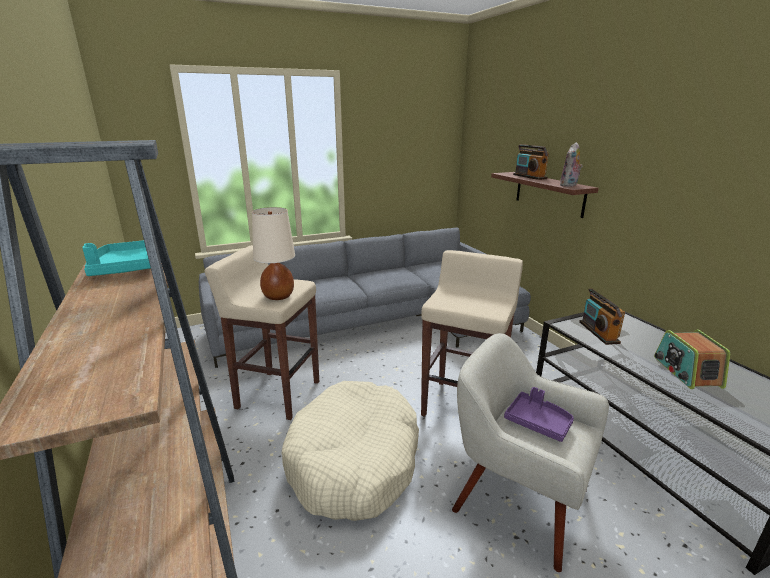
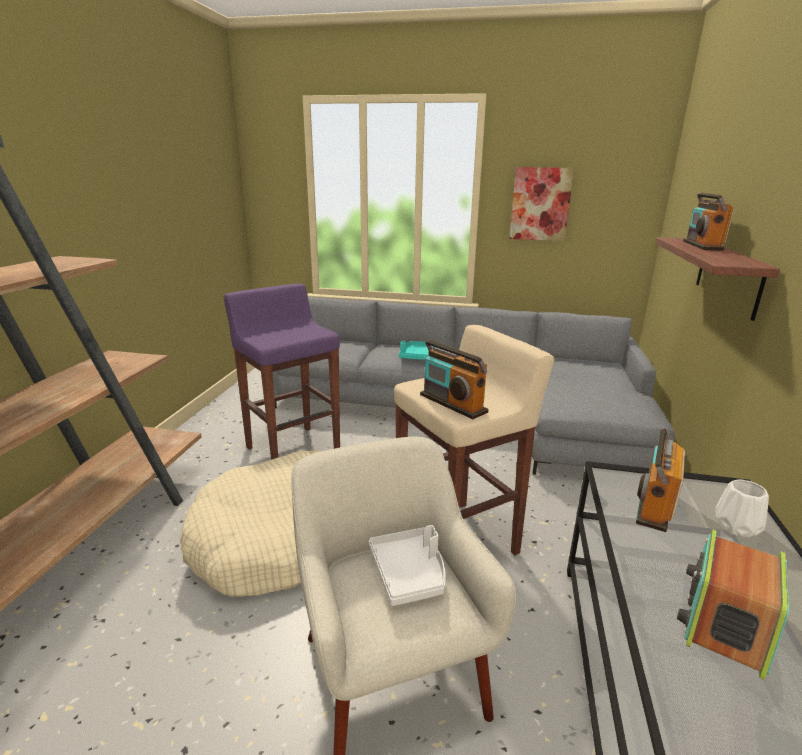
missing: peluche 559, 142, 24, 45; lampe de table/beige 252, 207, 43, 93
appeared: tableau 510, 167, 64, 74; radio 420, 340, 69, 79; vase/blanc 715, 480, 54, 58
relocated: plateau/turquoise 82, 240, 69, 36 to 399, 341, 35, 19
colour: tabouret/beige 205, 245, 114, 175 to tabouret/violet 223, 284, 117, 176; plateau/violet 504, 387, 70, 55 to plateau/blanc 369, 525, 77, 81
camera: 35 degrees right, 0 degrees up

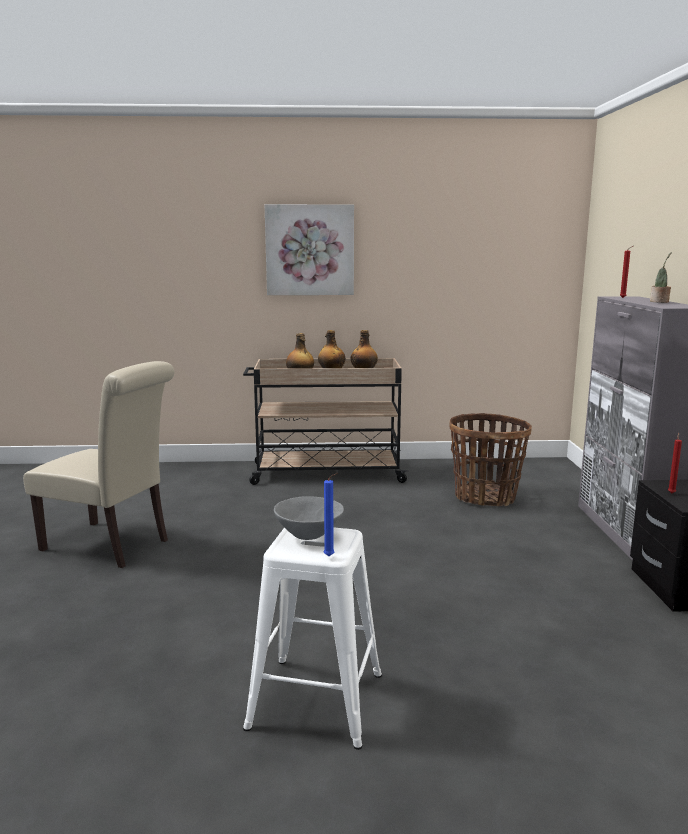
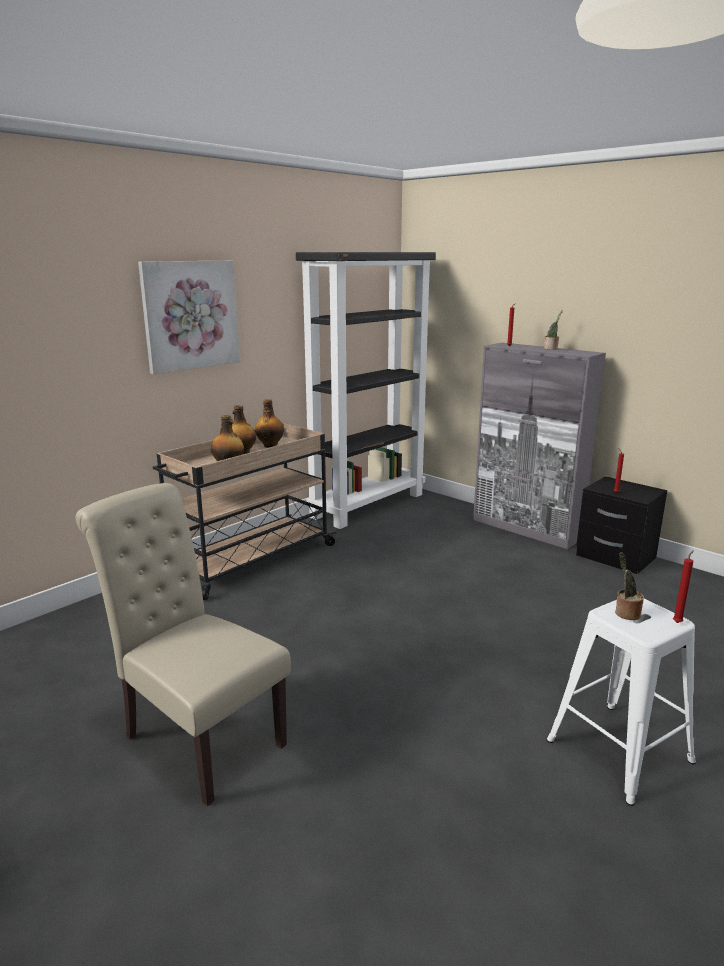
missing: panier 449, 413, 83, 93
appeared: bibliothèque/noir 296, 252, 140, 277
exchanged: bol/gris 274, 496, 70, 44 to plante en pot 615, 552, 29, 68
colour: bougie/bleu 324, 473, 14, 83 to bougie/rouge 673, 550, 21, 73
spun: chaise/beige 23, 361, 152, 207 = 76, 483, 215, 323 120 degrees counterclockwise
camera: 45 degrees left, 5 degrees up

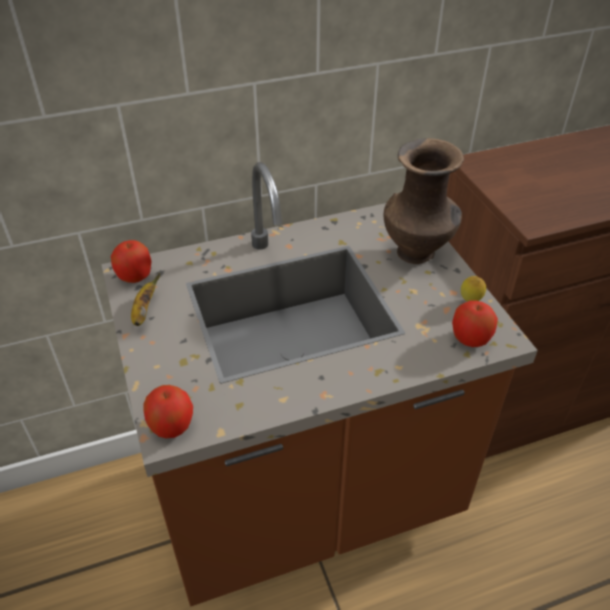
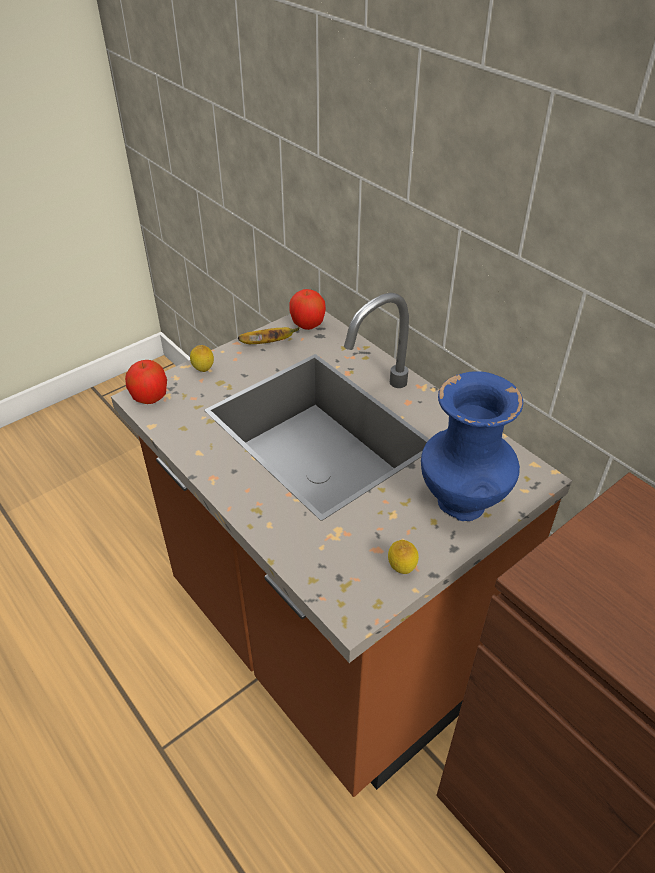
missing: pomme 452, 301, 46, 46
appeared: citron 190, 345, 24, 27
colour: vase/marron 383, 138, 81, 126 to vase/bleu 421, 371, 102, 150
camera: 70 degrees right, 0 degrees up

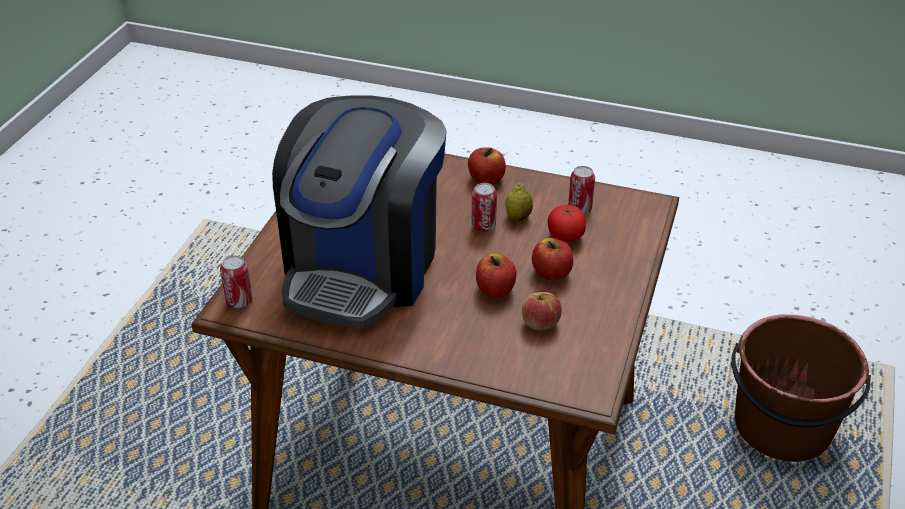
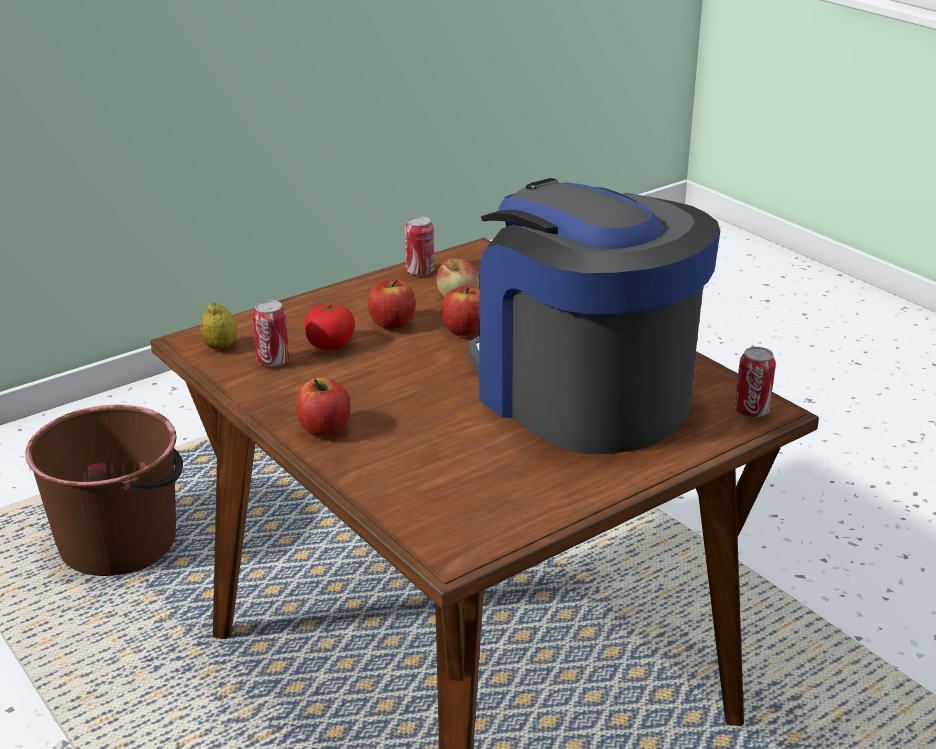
relocated: boîte métallique 472, 183, 25, 49 to 405, 216, 29, 60; citron 505, 183, 28, 38 to 200, 303, 37, 47
spun: machine à café 272, 95, 175, 233 = 468, 178, 252, 276 90 degrees counterclockwise
camera: 145 degrees left, 10 degrees down

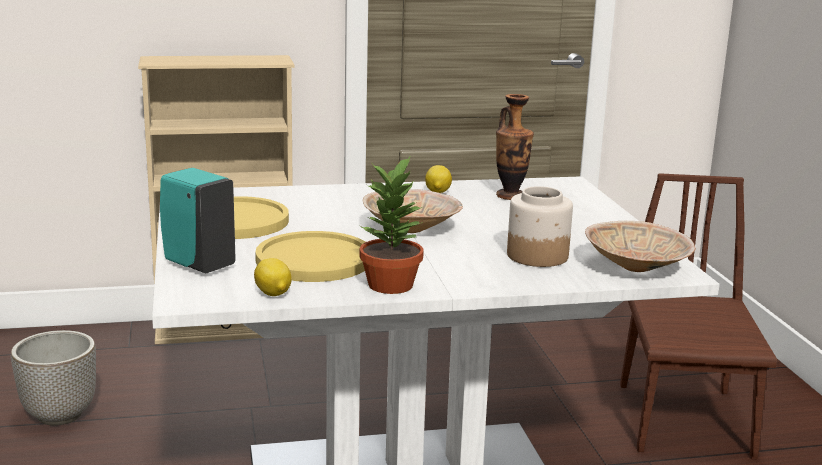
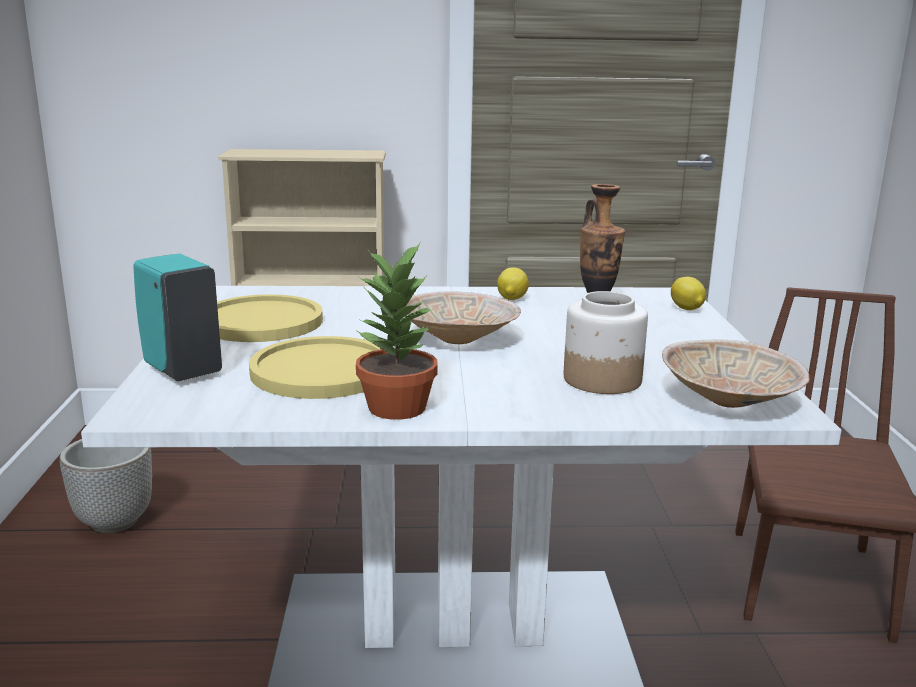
relocated: citron 254, 258, 38, 38 to 671, 277, 35, 33
camera: 10 degrees right, 0 degrees up

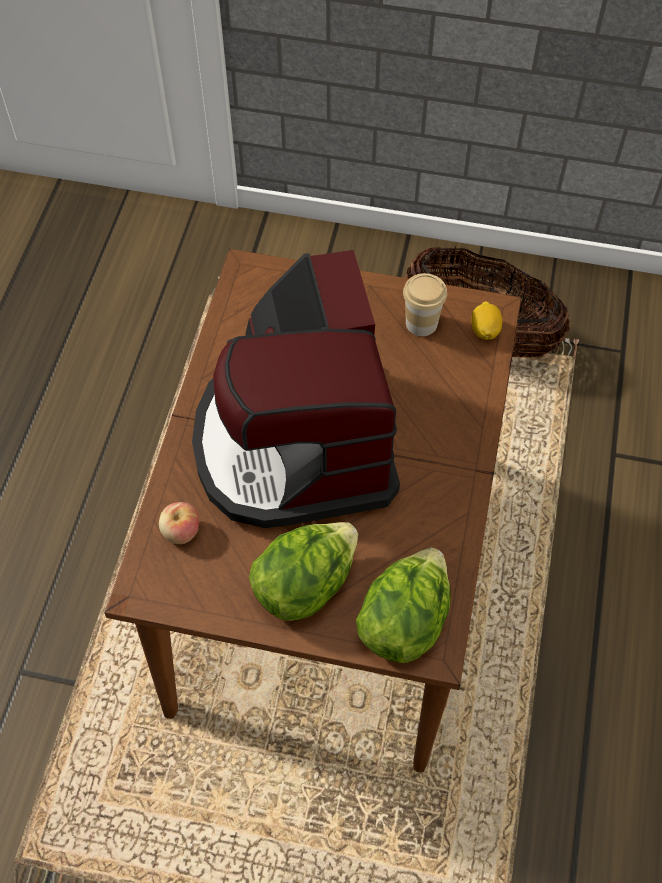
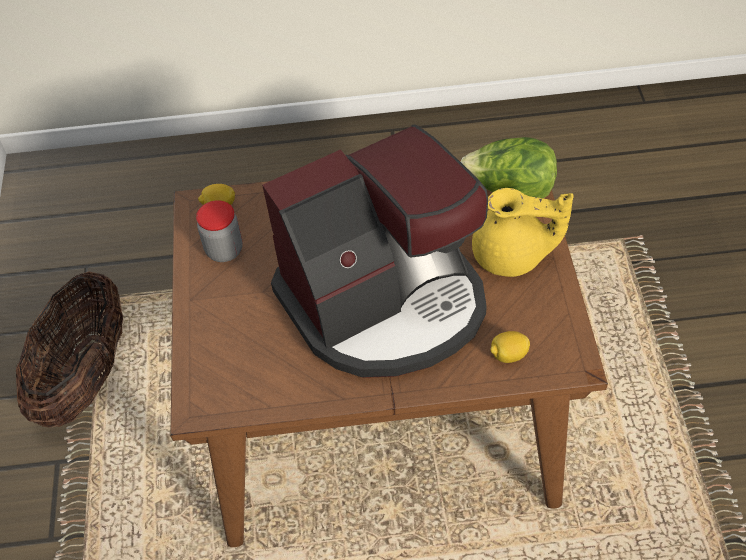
exchanged: tasse 403, 273, 44, 63 to bocal 196, 200, 47, 62; pomme 159, 502, 40, 42 to citron 490, 331, 40, 32; laitue 249, 522, 109, 99 to théière/jaune 472, 188, 101, 89
camera: 105 degrees left, 5 degrees down

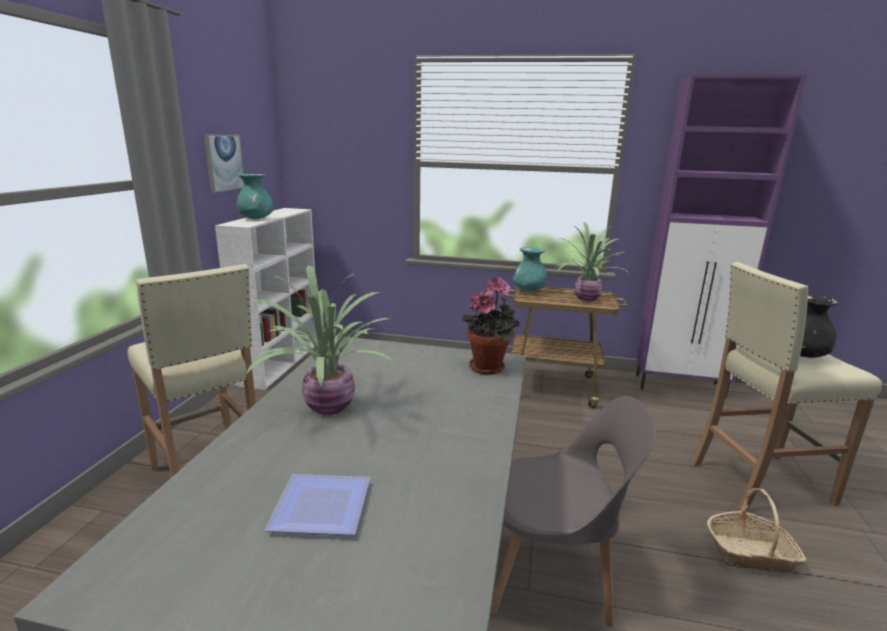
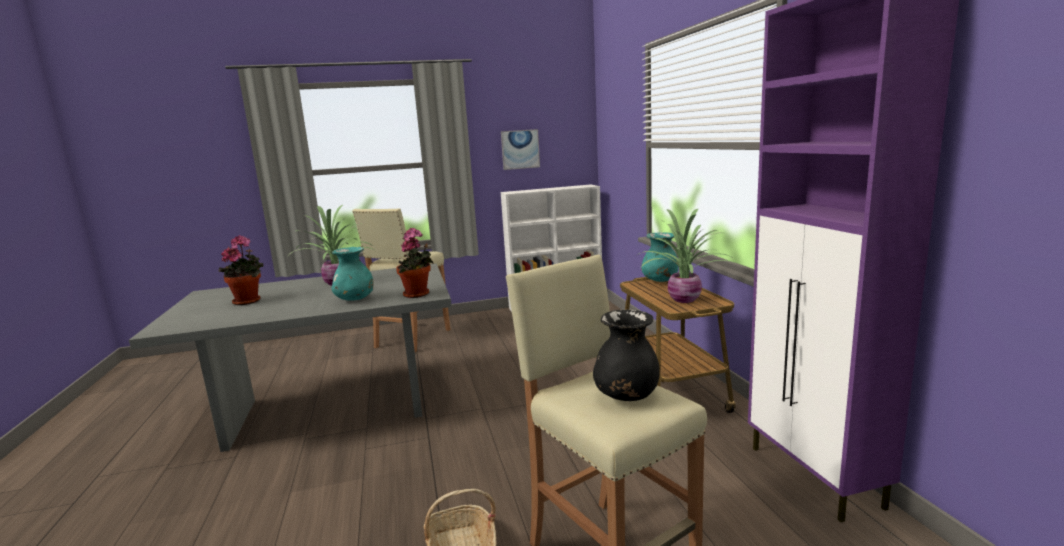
missing: chaise/gris 490, 396, 166, 231
relocated: vase/turquoise 236, 174, 38, 45 to 331, 247, 43, 54
exchanged: assiette 265, 474, 105, 61 to plante en pot 218, 235, 45, 70
camera: 65 degrees right, 5 degrees down

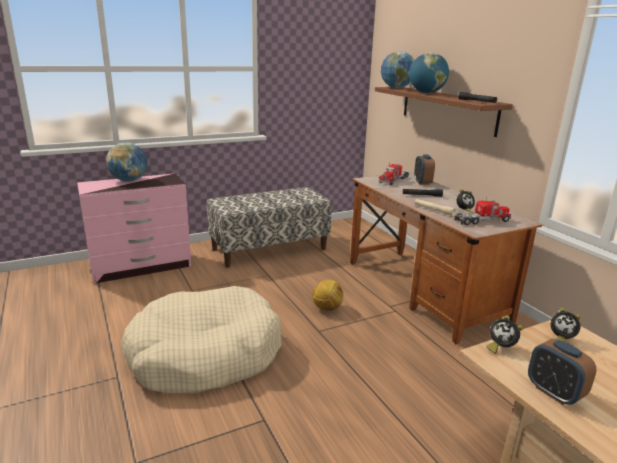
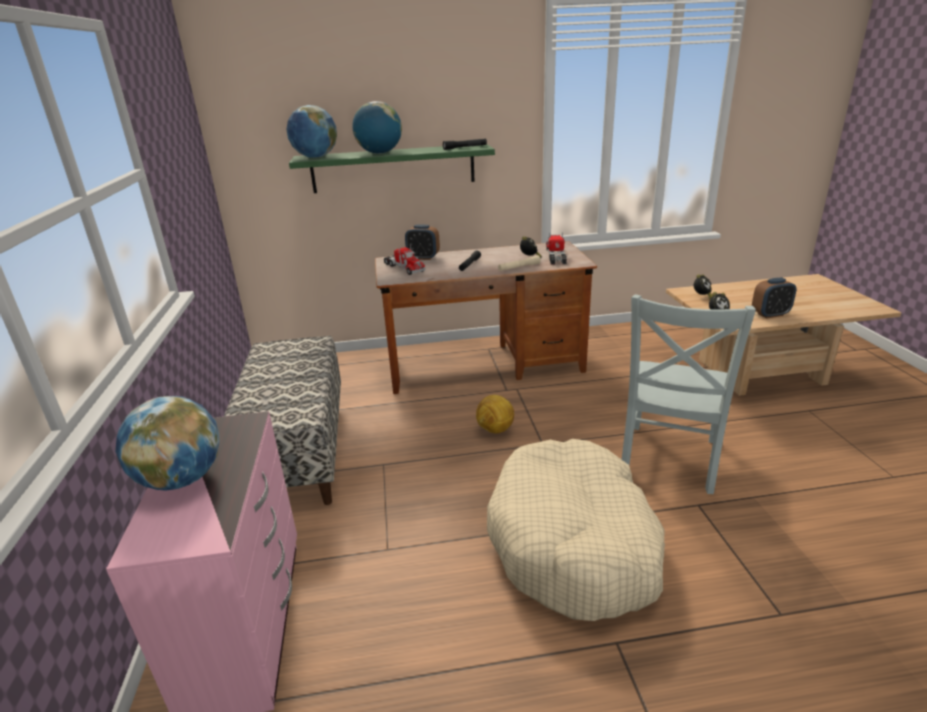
appeared: chaise/gris 622, 294, 134, 200
colour: étagère/marron 375, 87, 138, 50 to étagère/vert 289, 144, 206, 49
camera: 70 degrees left, 5 degrees up

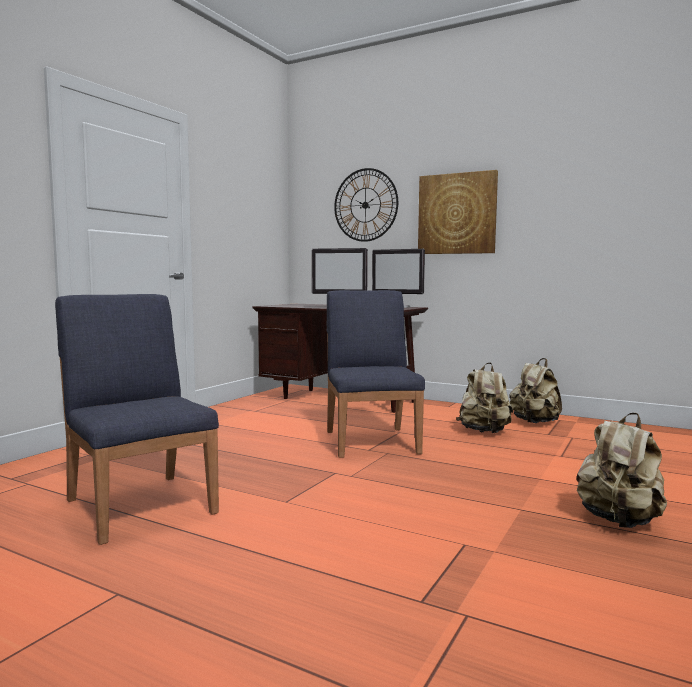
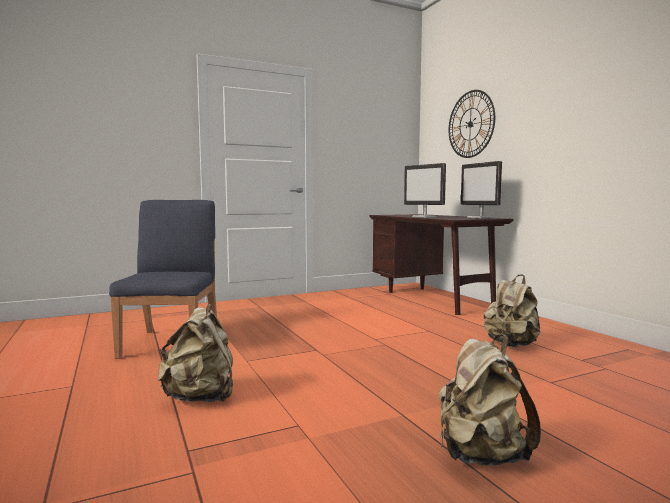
missing: tableau 418, 170, 80, 84; chaise/bleu 327, 290, 98, 168
relocated: sac à dos/beige 510, 358, 52, 65 to 158, 304, 75, 98
camera: 35 degrees right, 0 degrees up

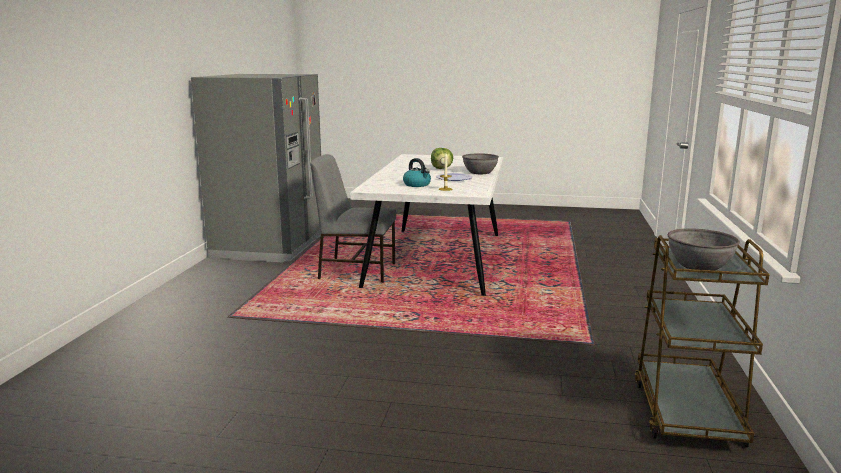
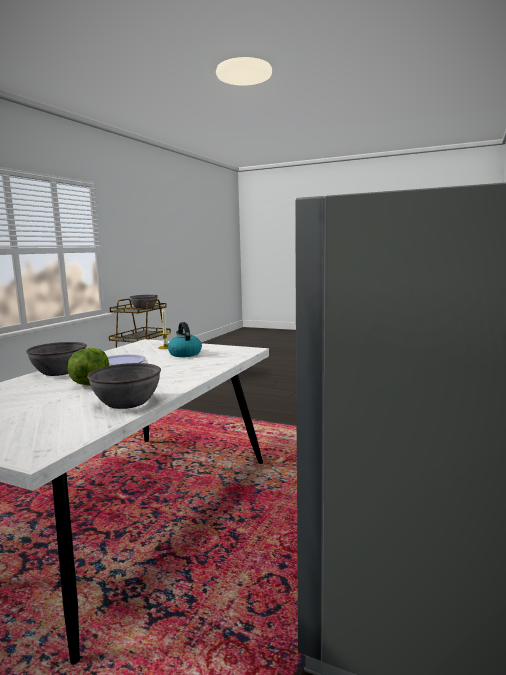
missing: chaise/gris 310, 154, 86, 129
appeared: bol/gris 87, 363, 74, 46
camera: 165 degrees left, 5 degrees down

